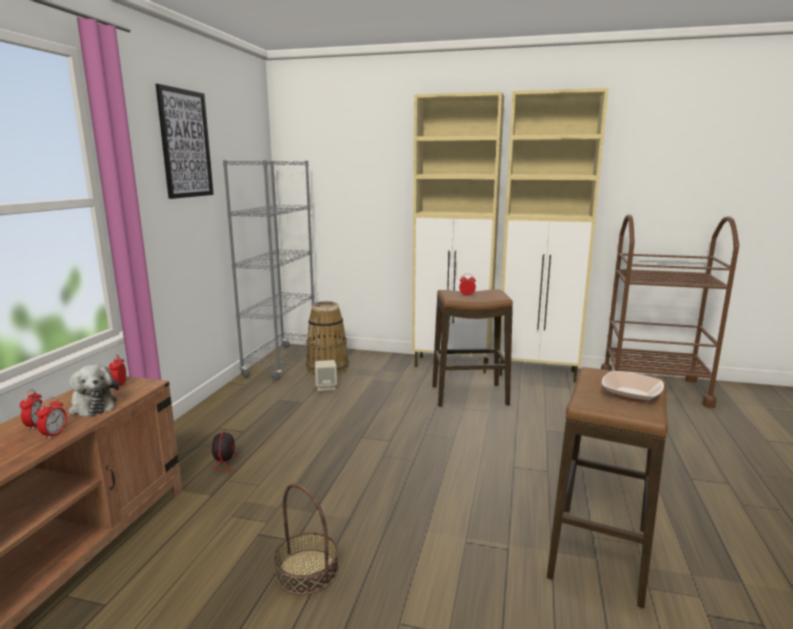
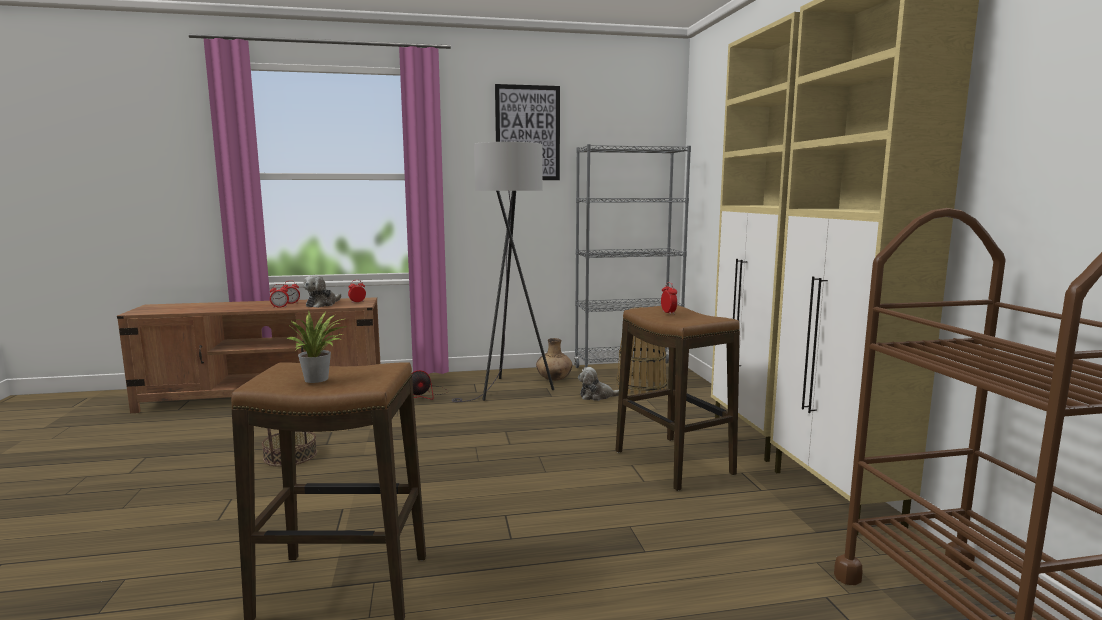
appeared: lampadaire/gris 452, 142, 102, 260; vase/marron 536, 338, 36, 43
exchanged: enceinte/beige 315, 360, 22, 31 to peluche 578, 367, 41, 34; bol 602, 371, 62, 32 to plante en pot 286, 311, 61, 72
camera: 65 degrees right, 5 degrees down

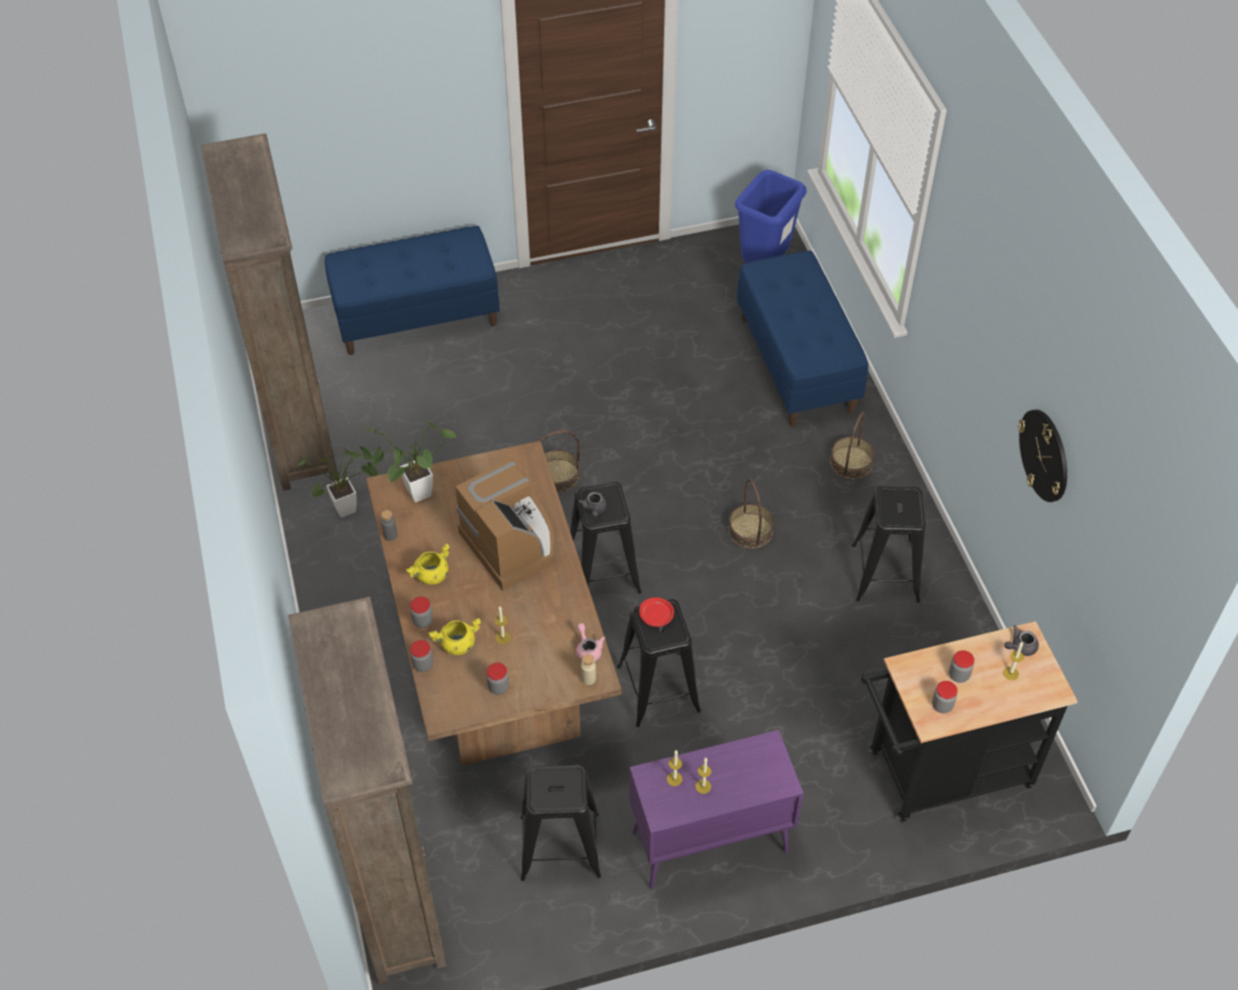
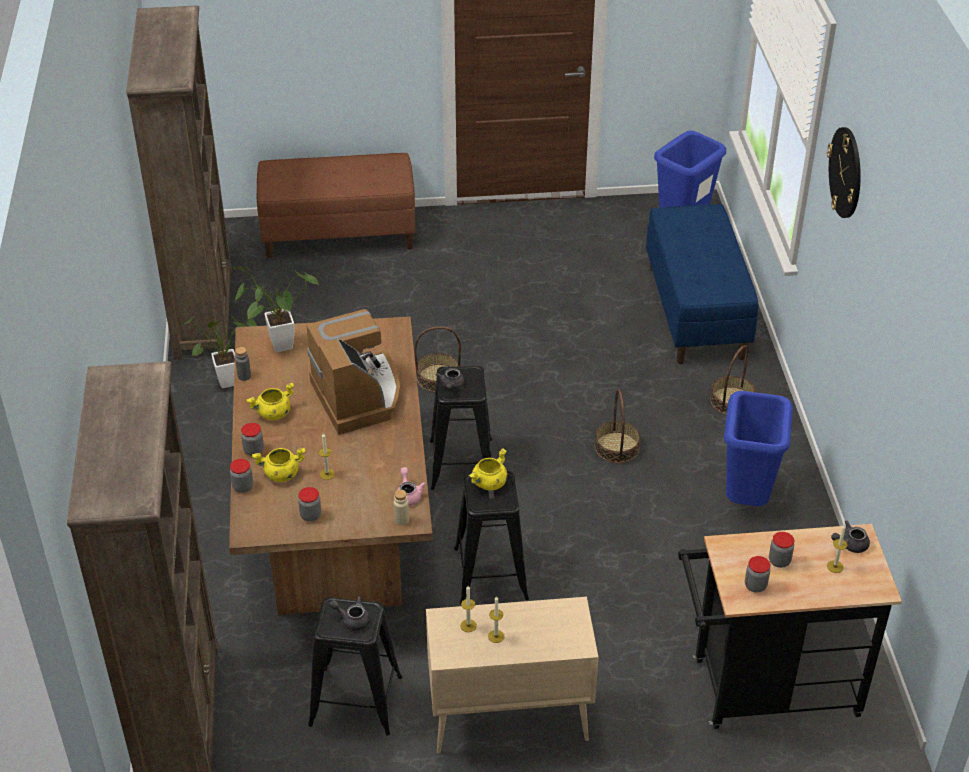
appeared: théière/gris 329, 596, 41, 35
relocated: horloge murale 1018, 409, 49, 93 to 827, 127, 34, 91
exchanged: tabouret/noir 852, 486, 74, 117 to poubelle/bleu 724, 391, 69, 115; assiette/rouge 639, 597, 35, 30 to marmite/jaune 469, 448, 38, 42
colour: banc/bleu 324, 226, 176, 129 to banc/marron 257, 153, 158, 105; meuble de rangement/violet 629, 730, 175, 159 to meuble de rangement/beige 426, 597, 173, 156
camera: 10 degrees right, 10 degrees down

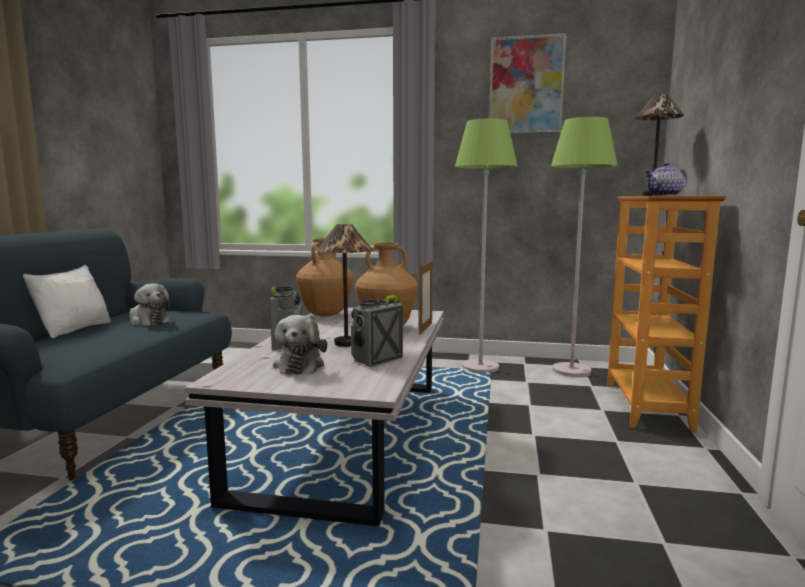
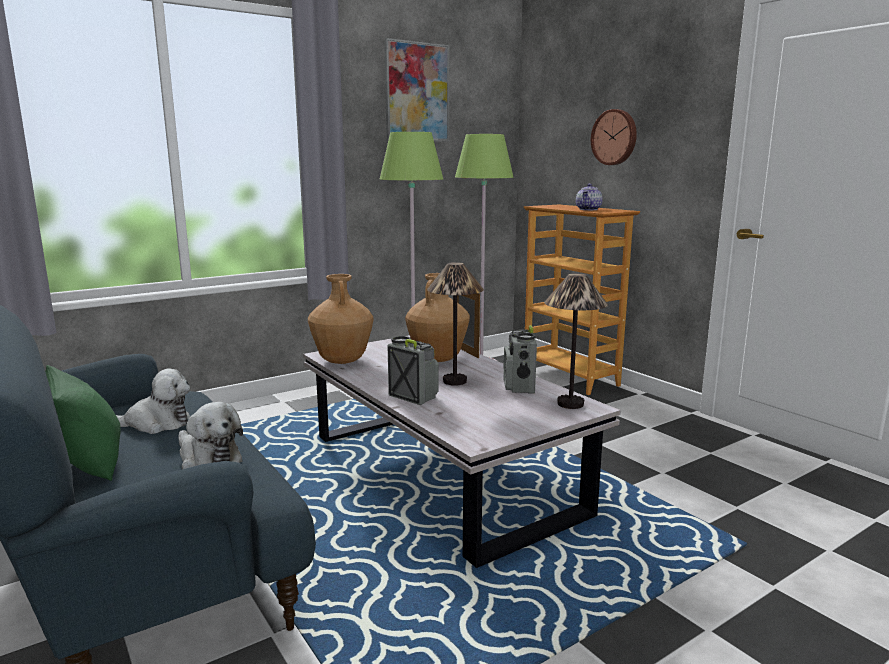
appeared: horloge murale 591, 109, 46, 56
relocated: lampe de table 635, 94, 49, 102 to 544, 273, 64, 136; peluche 273, 315, 54, 60 to 178, 402, 65, 67
colour: coussin/blanc 23, 265, 88, 73 to coussin/vert 45, 365, 76, 116
camera: 45 degrees left, 5 degrees up

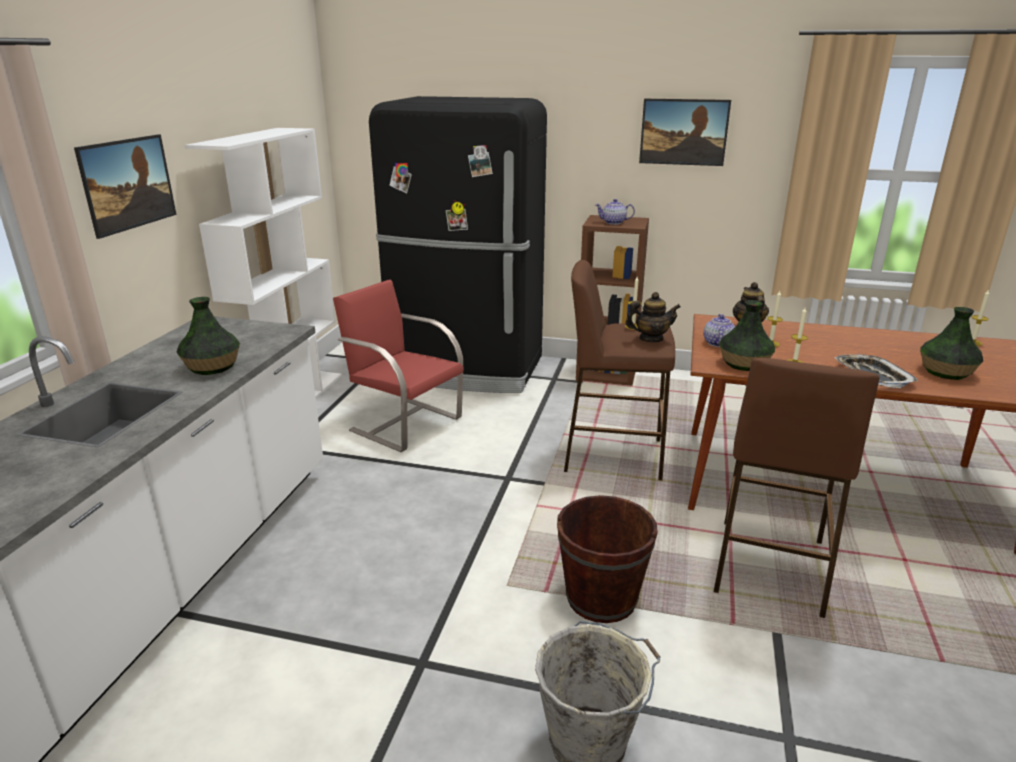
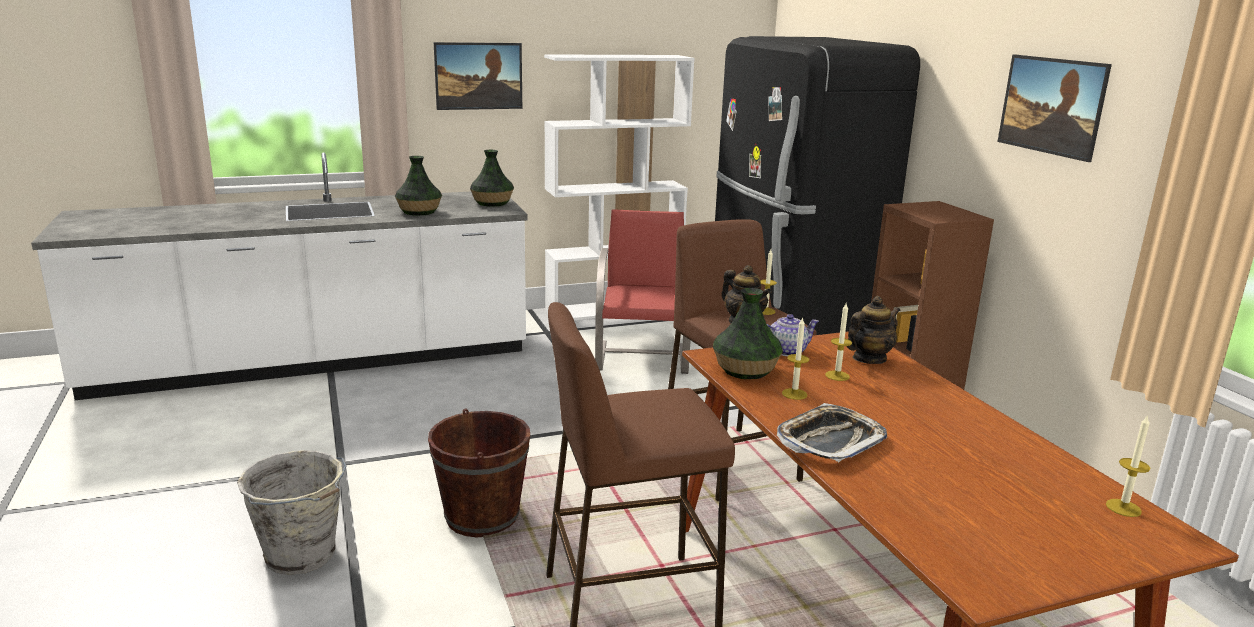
missing: théière 595, 199, 40, 26
relocated: vase 920, 307, 63, 73 to 470, 150, 44, 57
camera: 55 degrees right, 5 degrees down

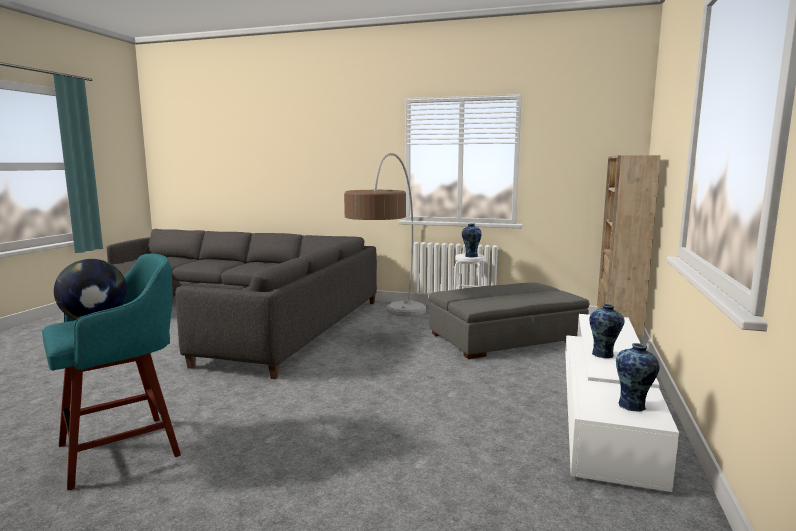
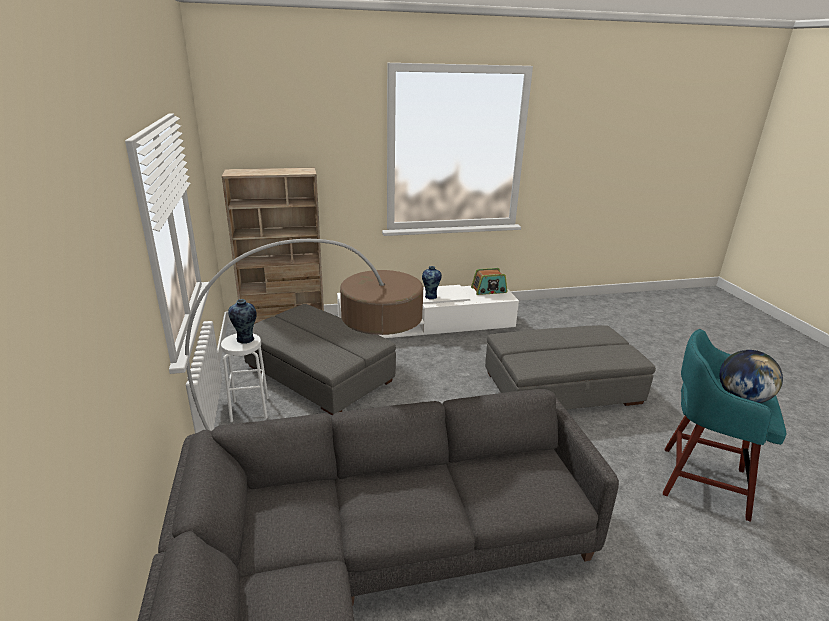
appeared: pouf/gris 485, 325, 171, 85
exchanged: vase 616, 343, 44, 69 to radio 471, 268, 36, 27
camera: 120 degrees left, 15 degrees up

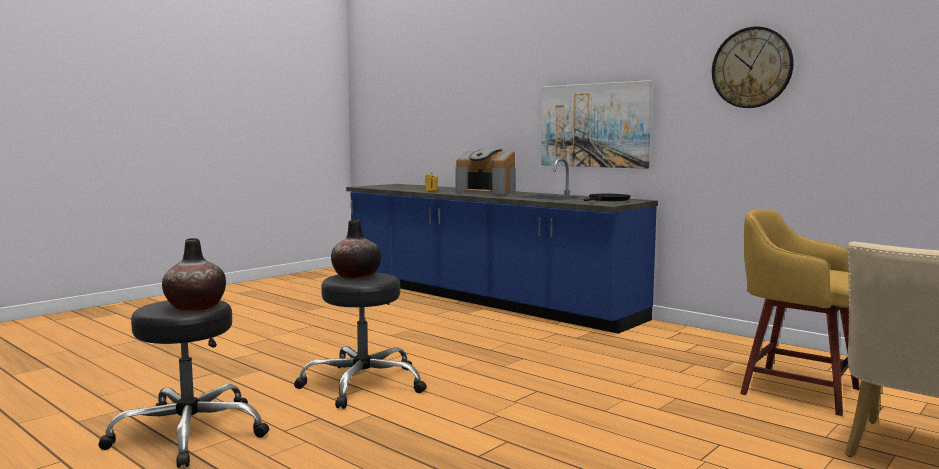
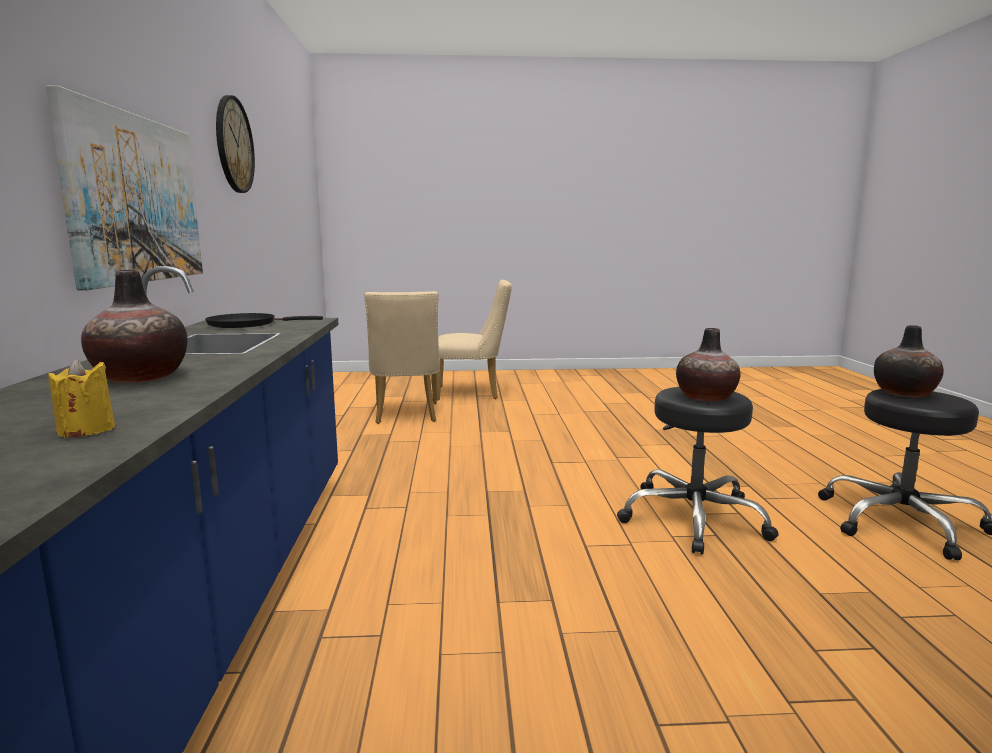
exchanged: machine à café 456, 149, 60, 46 to vase 81, 270, 107, 113; tabouret/jaune 740, 209, 120, 207 to chaise/beige 364, 291, 76, 133
camera: 135 degrees left, 5 degrees up

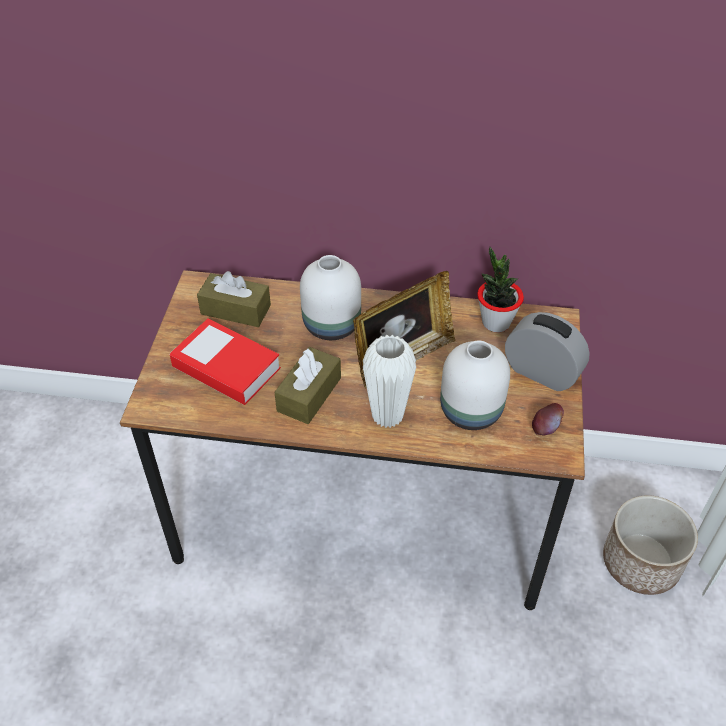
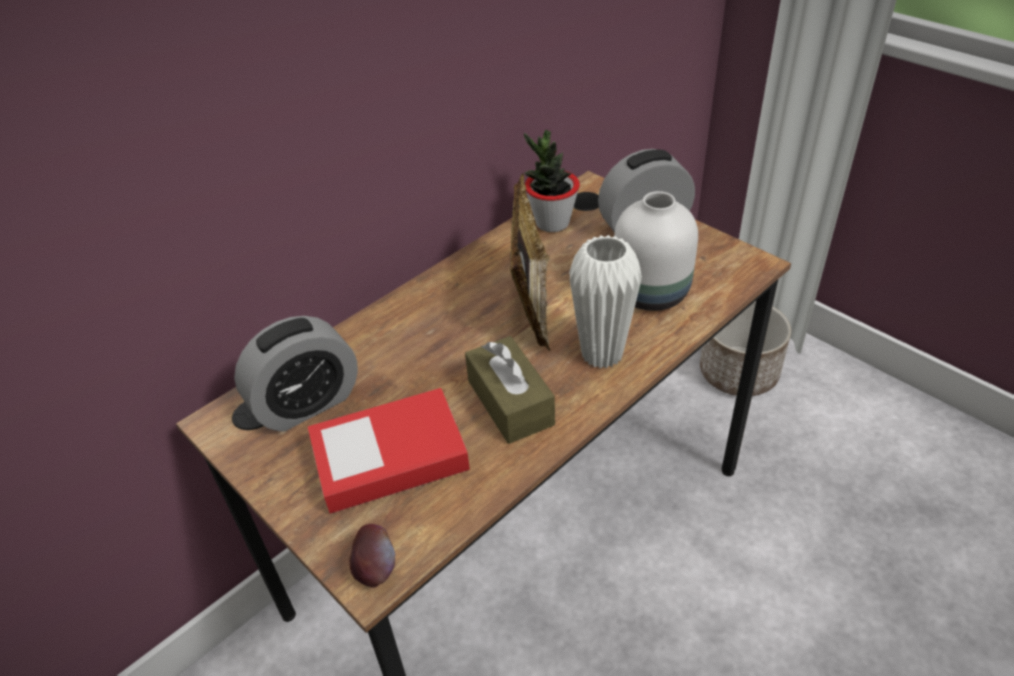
missing: vase/blanc 300, 255, 61, 85
relocated: pomme 532, 403, 32, 33 to 350, 524, 45, 64
exchanged: boîte à mouchoirs/marron 197, 271, 74, 56 to réveil 234, 316, 124, 115
camera: 50 degrees left, 5 degrees down

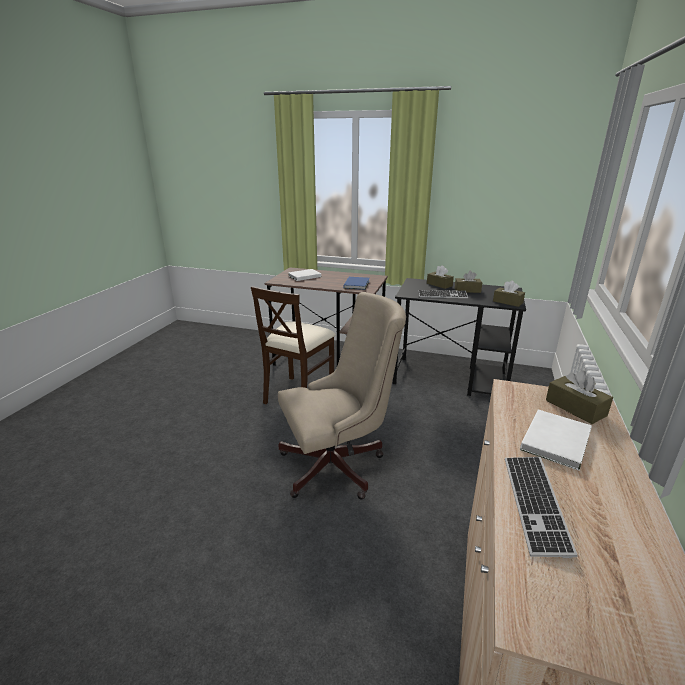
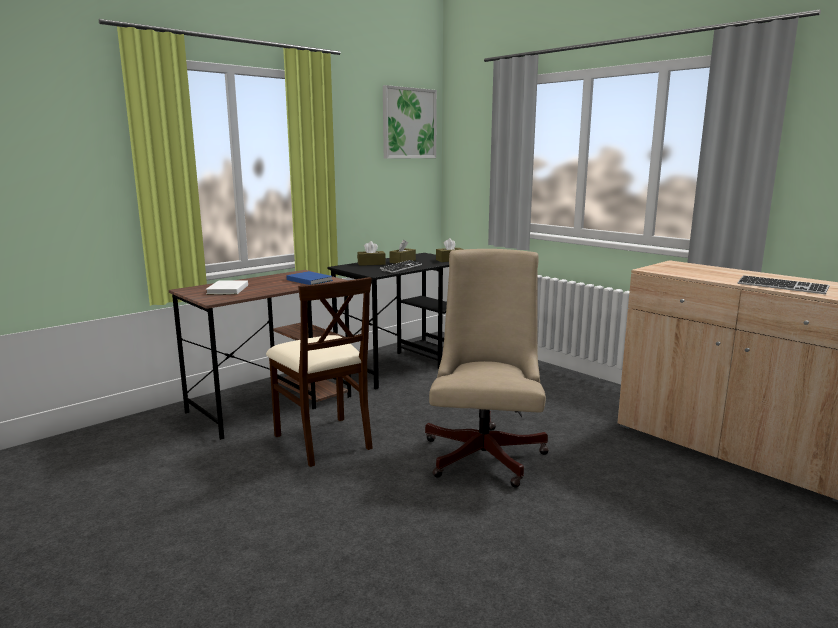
missing: boîte à mouchoirs/marron 546, 370, 67, 54; livre/blanc 520, 409, 72, 62
appeared: tableau 383, 85, 54, 74
camera: 60 degrees left, 10 degrees down

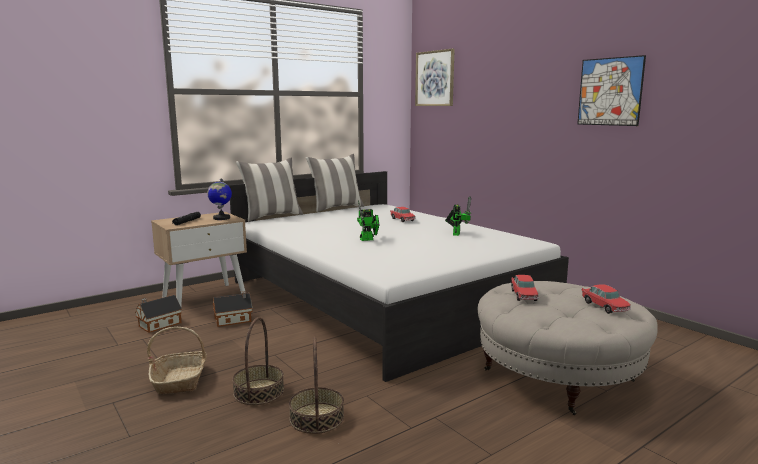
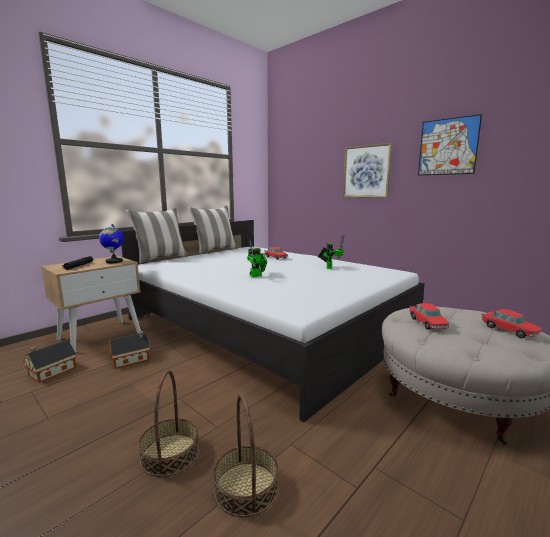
missing: panier 147, 327, 60, 67
relocated: tableau 415, 49, 40, 57 to 343, 143, 49, 55
camera: 10 degrees left, 0 degrees up

